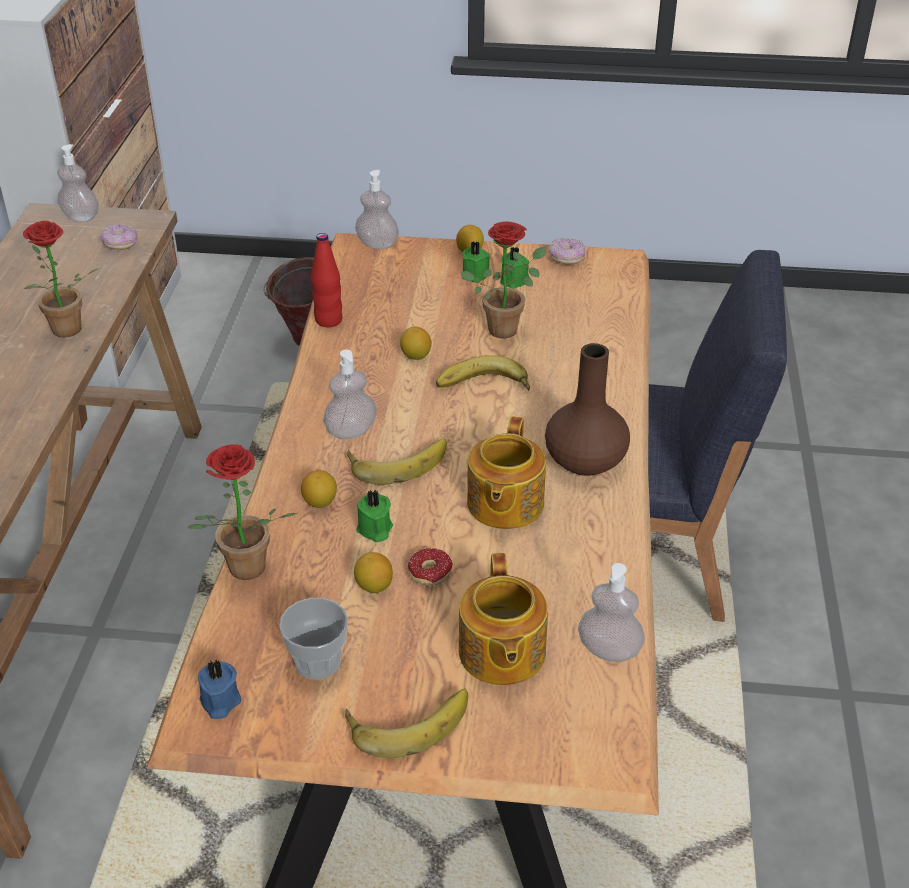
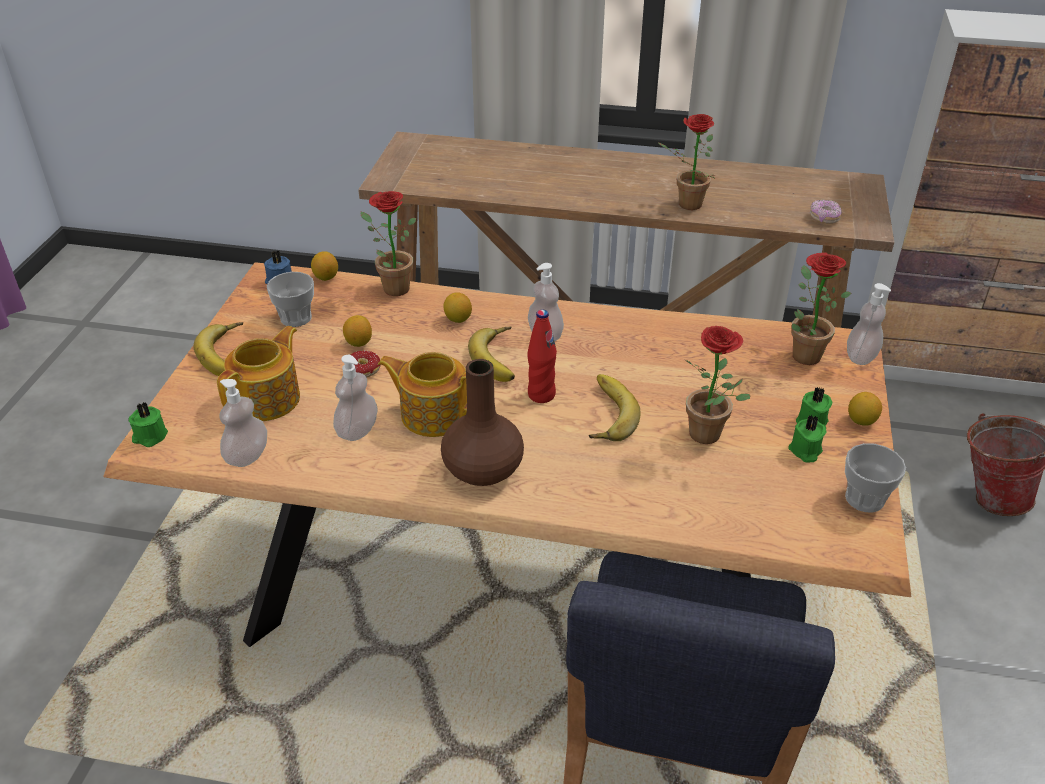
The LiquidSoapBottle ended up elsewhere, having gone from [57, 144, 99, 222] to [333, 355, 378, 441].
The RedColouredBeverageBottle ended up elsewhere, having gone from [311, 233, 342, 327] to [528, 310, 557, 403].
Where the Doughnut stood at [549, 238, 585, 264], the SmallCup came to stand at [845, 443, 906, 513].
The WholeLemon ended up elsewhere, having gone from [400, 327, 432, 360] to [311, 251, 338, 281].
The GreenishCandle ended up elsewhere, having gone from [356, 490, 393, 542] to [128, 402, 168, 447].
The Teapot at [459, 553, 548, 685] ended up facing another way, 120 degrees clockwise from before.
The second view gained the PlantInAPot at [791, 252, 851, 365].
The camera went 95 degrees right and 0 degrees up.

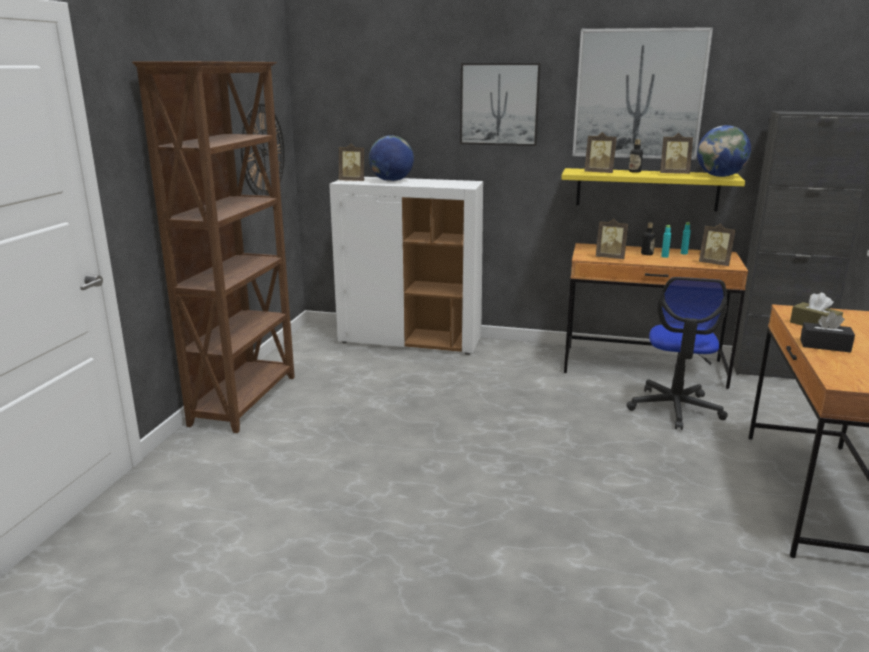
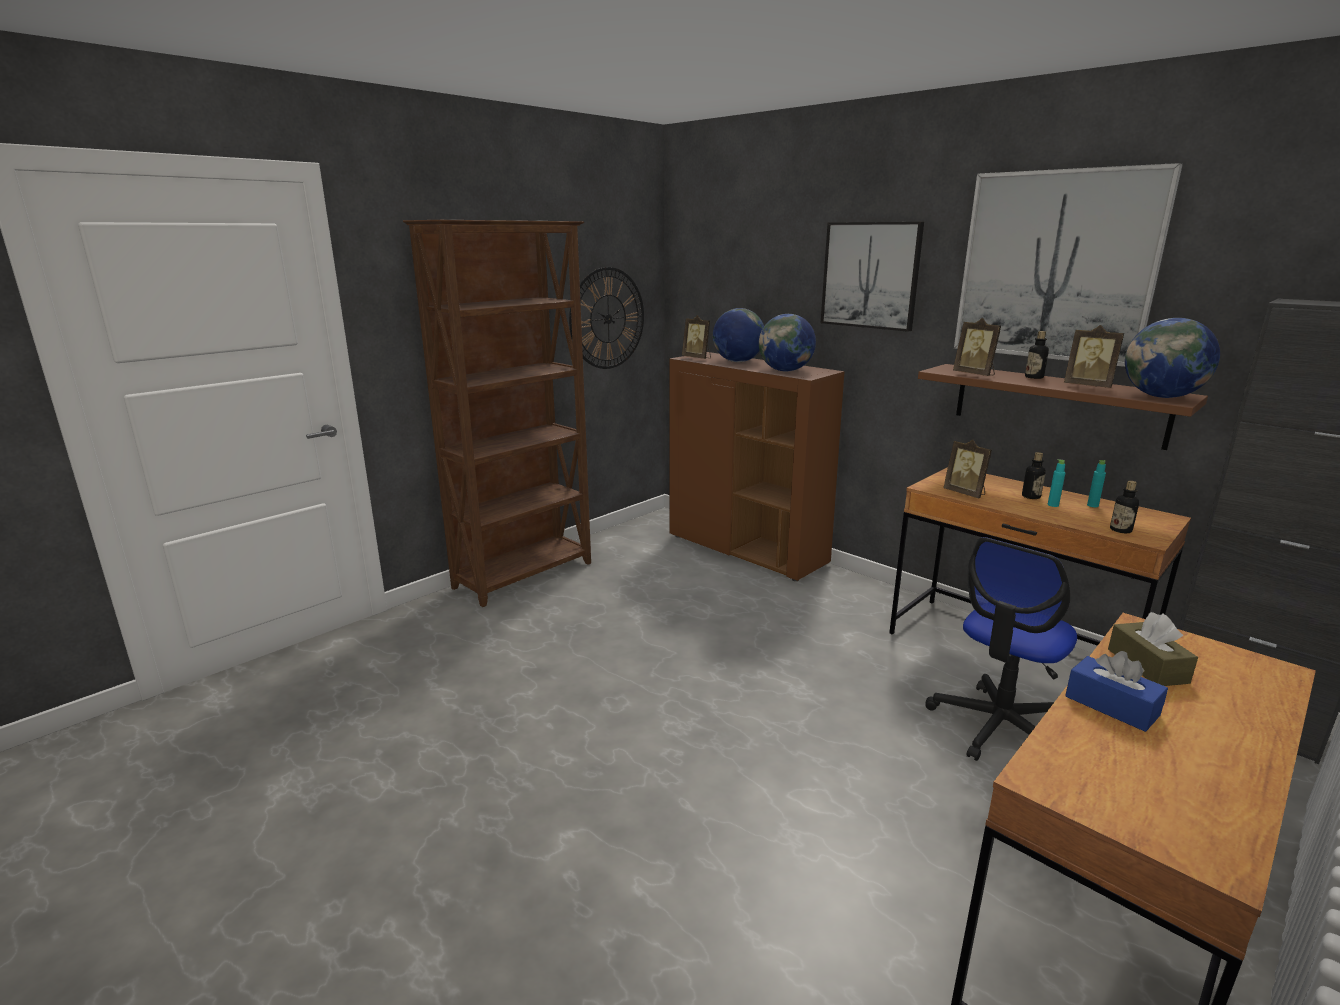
What was the YellowishBracketShelf at [561, 168, 745, 211] turned into the BrownBracketShelf at [918, 364, 1208, 450].
What was the WhiteColouredCabinet at [329, 177, 483, 355] turned into the BrownCabinet at [669, 352, 844, 581].
Where the PhotoFrame stood at [699, 223, 736, 266], the BeverageBottle came to stand at [1110, 481, 1139, 533].
What was the BlackColouredBoxOfTissues at [800, 312, 855, 353] turned into the BlueBoxOfTissues at [1065, 651, 1168, 732].
The second view gained the Globe at [759, 314, 816, 372].
The camera went 30 degrees right and 0 degrees up.

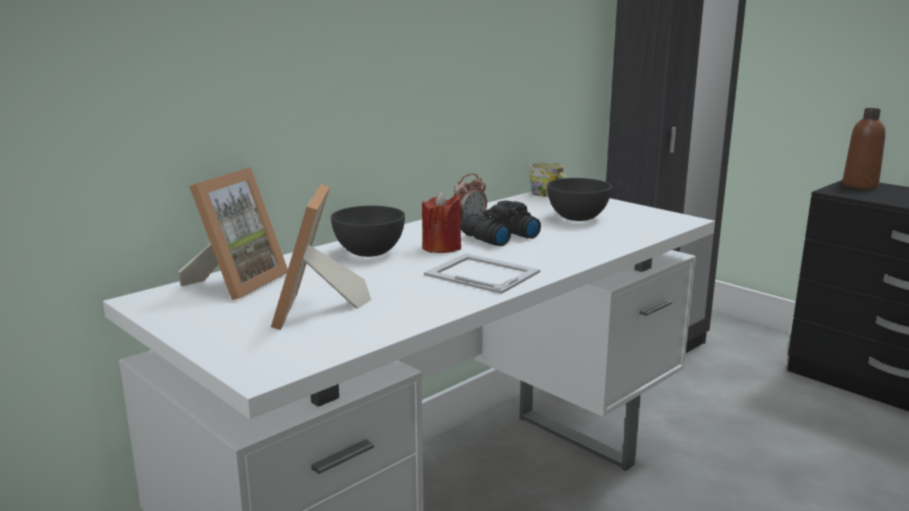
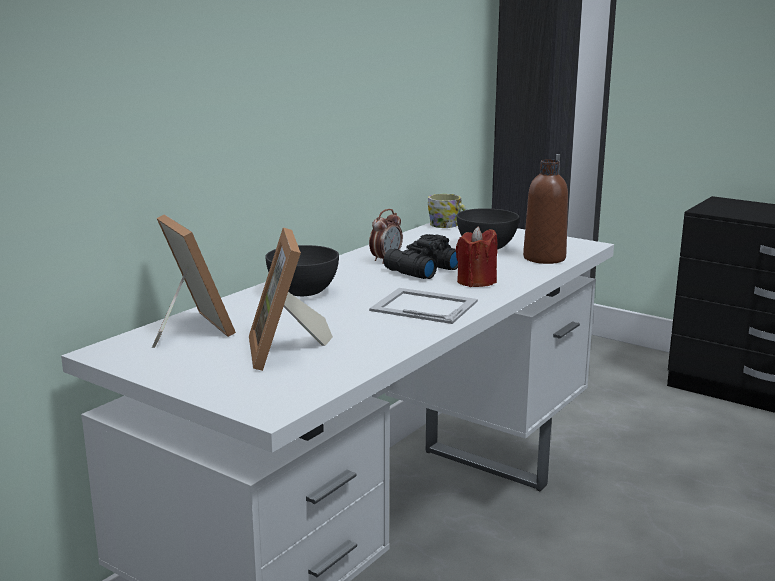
The BrownBeverageBottle ended up elsewhere, having gone from [842, 108, 886, 189] to [523, 159, 568, 264].
The PhotoFrame at [178, 167, 288, 300] ended up facing another way, 45 degrees counterclockwise from before.
The RedColouredCandle ended up elsewhere, having gone from [422, 191, 461, 253] to [456, 227, 497, 287].
The camera went 10 degrees left and 0 degrees up.

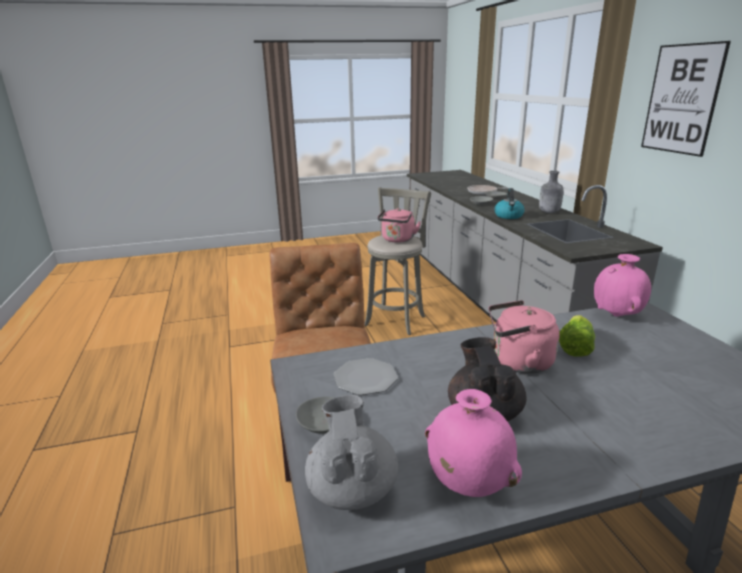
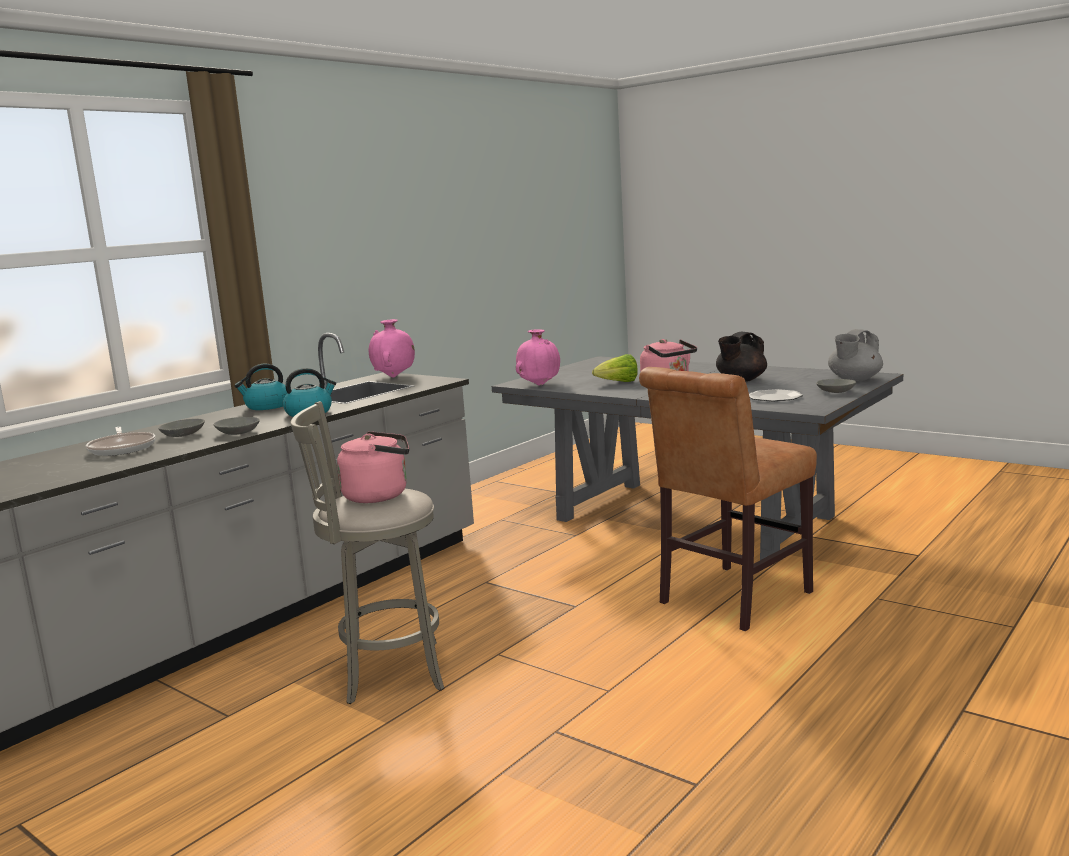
The second view lost the WallPicture at [641, 41, 731, 157].
Where the GreyishBeverageBottle stood at [539, 171, 564, 213], the TeaKettle came to stand at [234, 363, 287, 410].
The PinkColouredDecorativeVase ended up elsewhere, having gone from [425, 389, 522, 497] to [369, 319, 415, 377].
The camera went 125 degrees left and 10 degrees down.

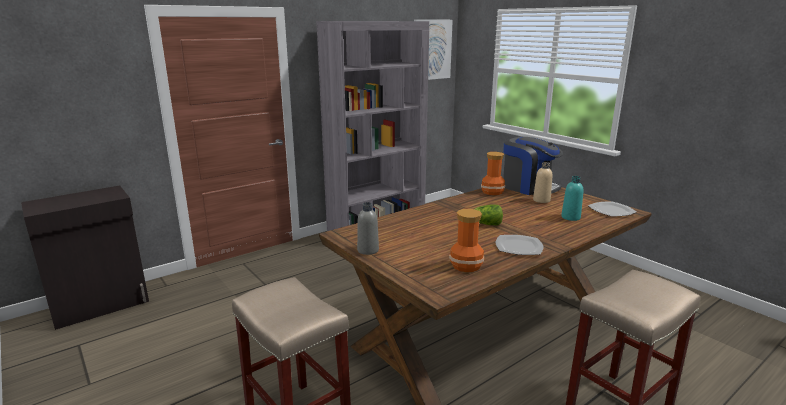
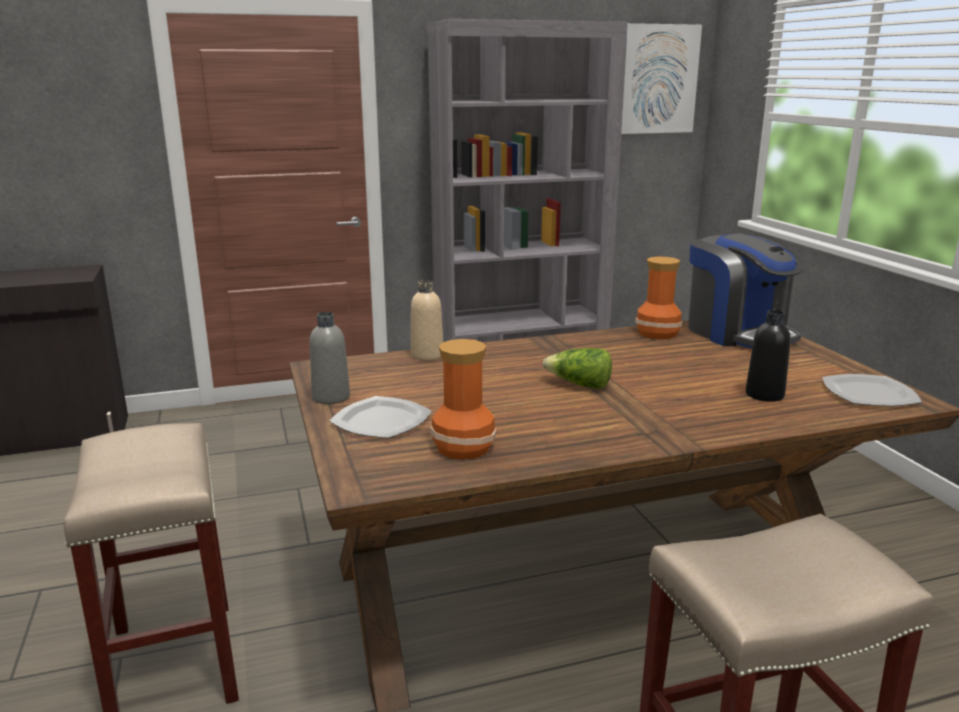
The BeigeColouredBeverageBottle ended up elsewhere, having gone from [533, 162, 552, 203] to [411, 280, 443, 361].
What was the TurquoiseBeverageBottle at [561, 176, 584, 221] turned into the BlackColouredBeverageBottle at [746, 310, 791, 402].
The Plate ended up elsewhere, having gone from [495, 235, 544, 255] to [330, 396, 432, 438].
The camera went 20 degrees right and 0 degrees up.

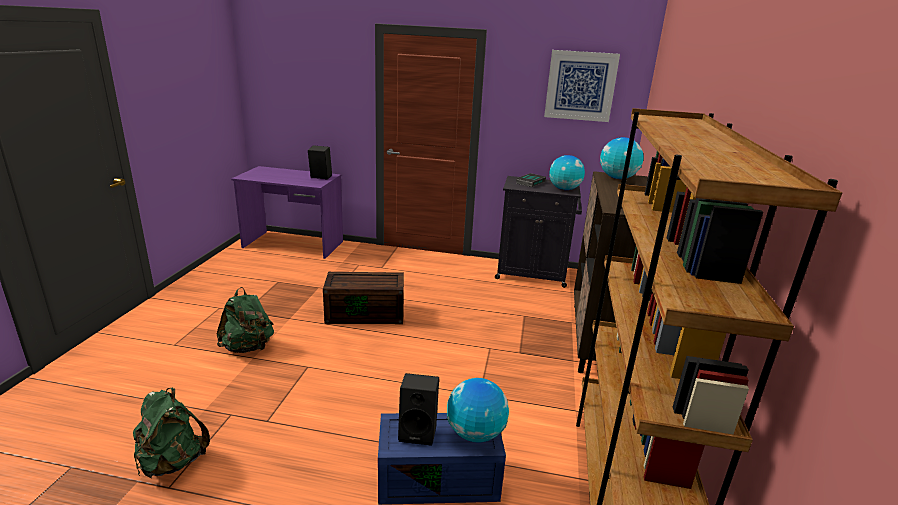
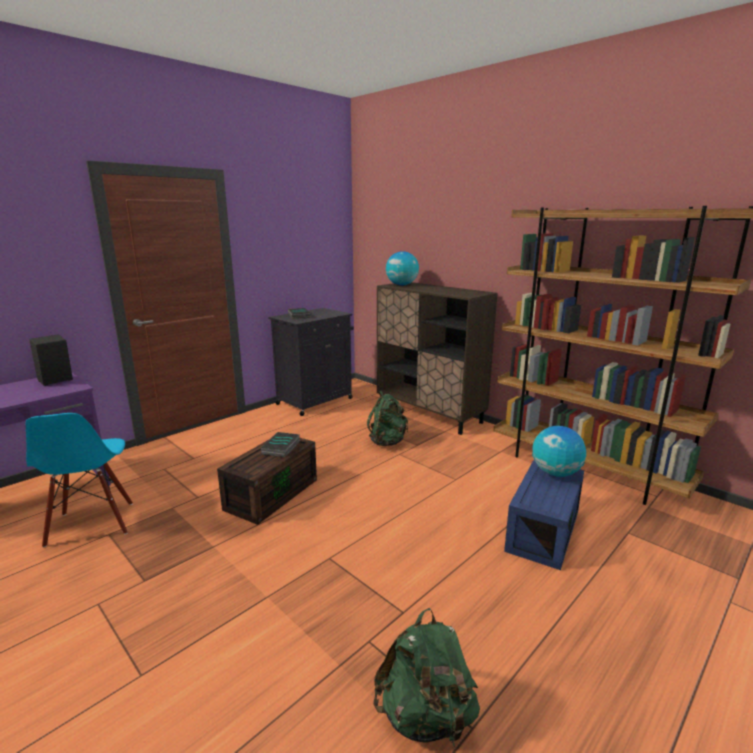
The second view lost the WallPicture at [544, 50, 620, 122].
The second view lost the Globe at [549, 155, 585, 190].
The GreenishRucksack ended up elsewhere, having gone from [217, 287, 274, 353] to [367, 391, 408, 446].
The second view lost the BlackColouredAudioSpeaker at [398, 373, 439, 446].
The second view gained the BluePlainChair at [26, 413, 133, 548].
The second view gained the Book at [261, 432, 300, 457].
The camera went 55 degrees left and 5 degrees down.

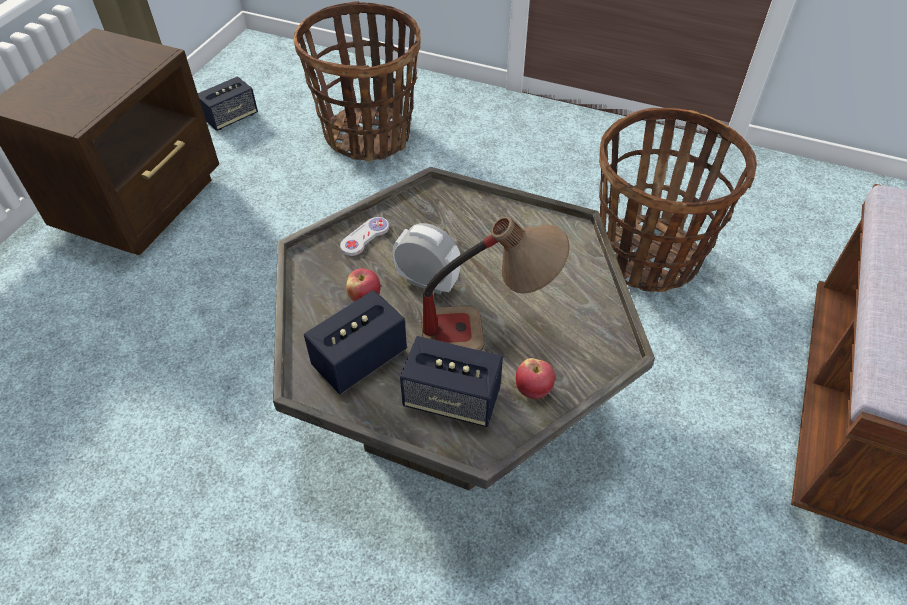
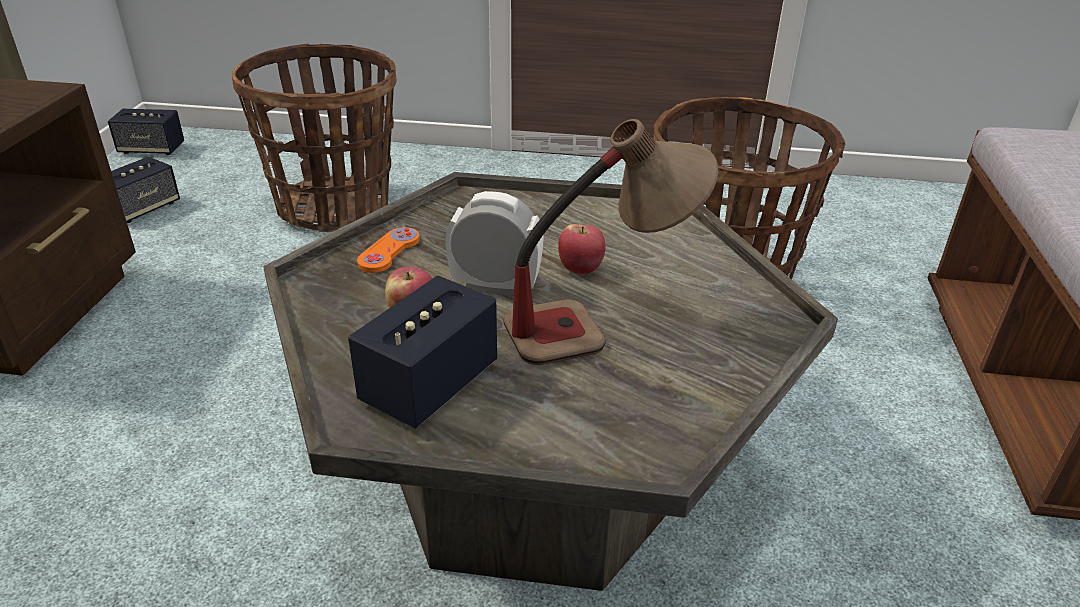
What was the WhiteColouredGamepad at [340, 217, 389, 256] turned into the OrangeyGamepad at [357, 227, 420, 273].
The AudioSpeaker ended up elsewhere, having gone from [400, 336, 503, 427] to [108, 109, 184, 155].
The AppleFruit ended up elsewhere, having gone from [516, 358, 555, 399] to [558, 224, 605, 274].
The camera went 15 degrees left and 15 degrees down.

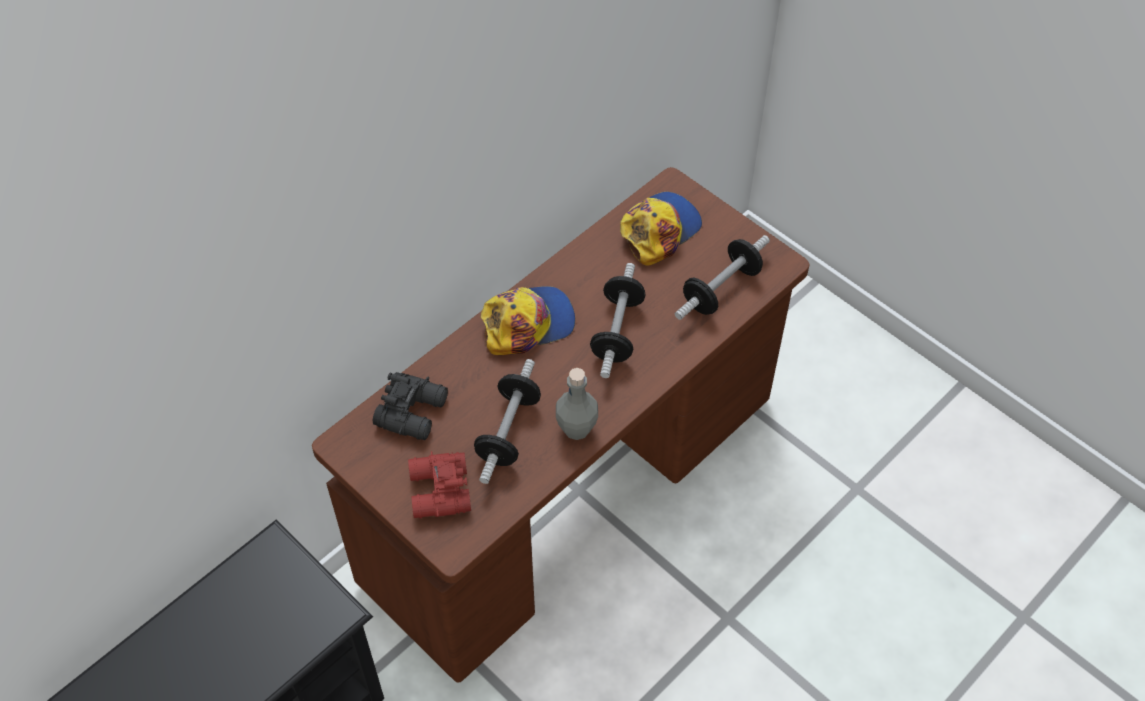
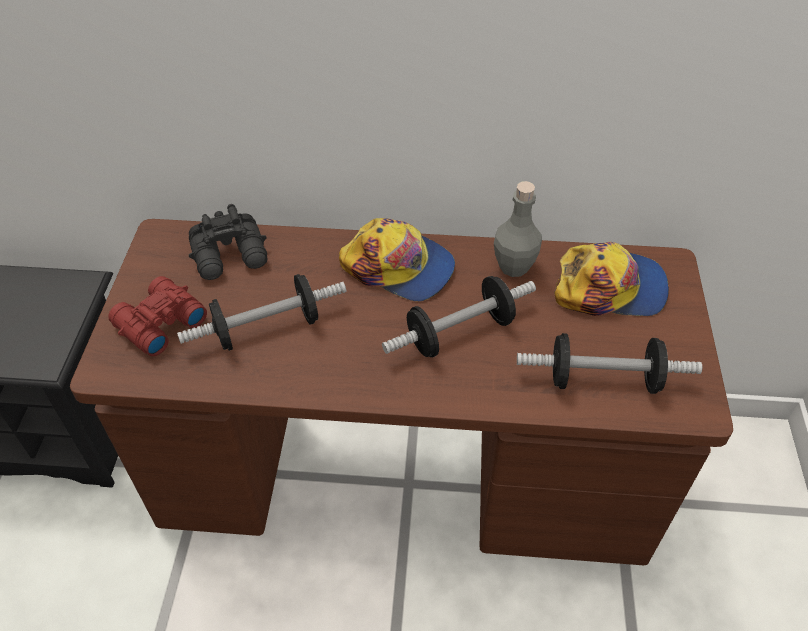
The GreyishBeverageBottle ended up elsewhere, having gone from [556, 368, 598, 440] to [494, 181, 542, 277].
The camera went 50 degrees right and 5 degrees down.

